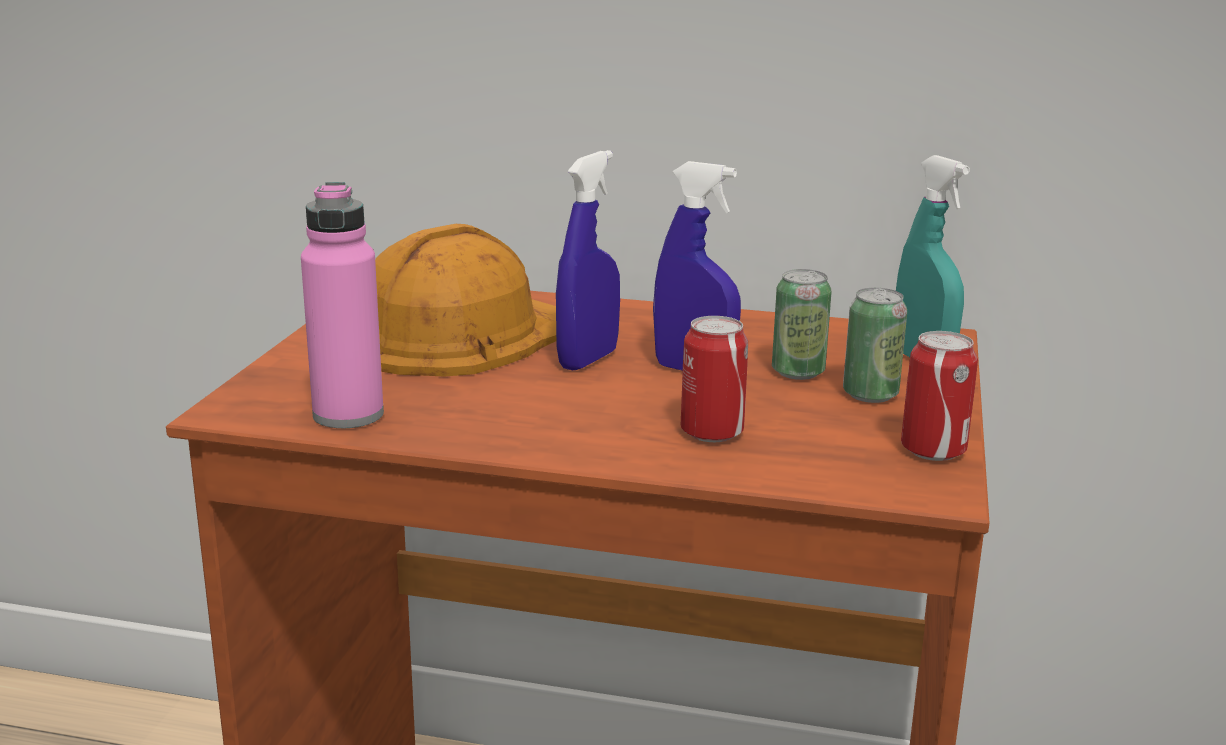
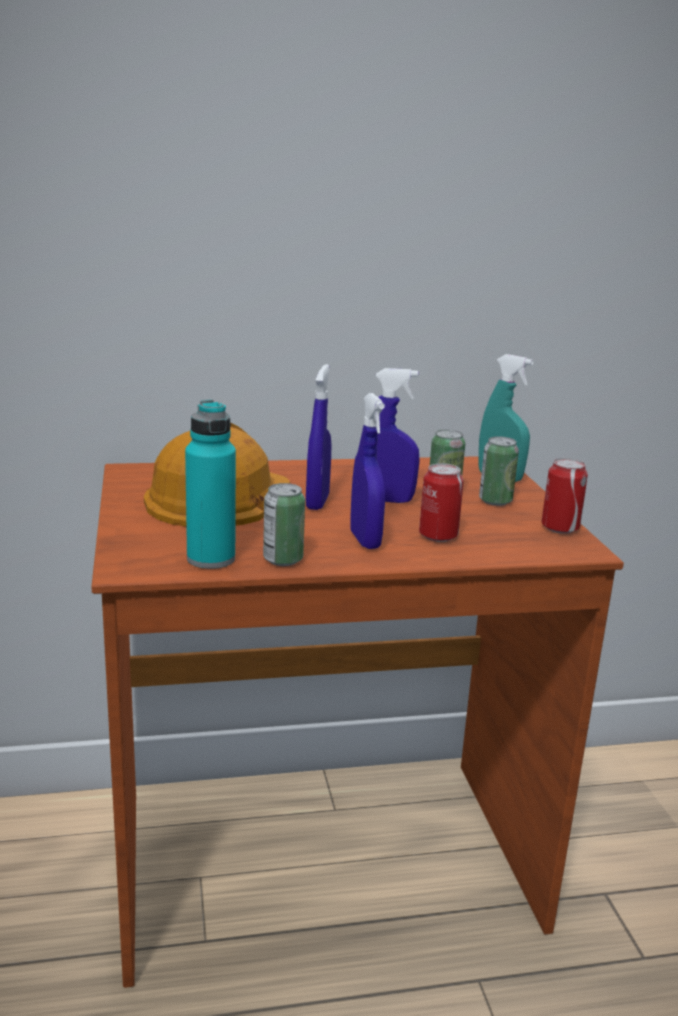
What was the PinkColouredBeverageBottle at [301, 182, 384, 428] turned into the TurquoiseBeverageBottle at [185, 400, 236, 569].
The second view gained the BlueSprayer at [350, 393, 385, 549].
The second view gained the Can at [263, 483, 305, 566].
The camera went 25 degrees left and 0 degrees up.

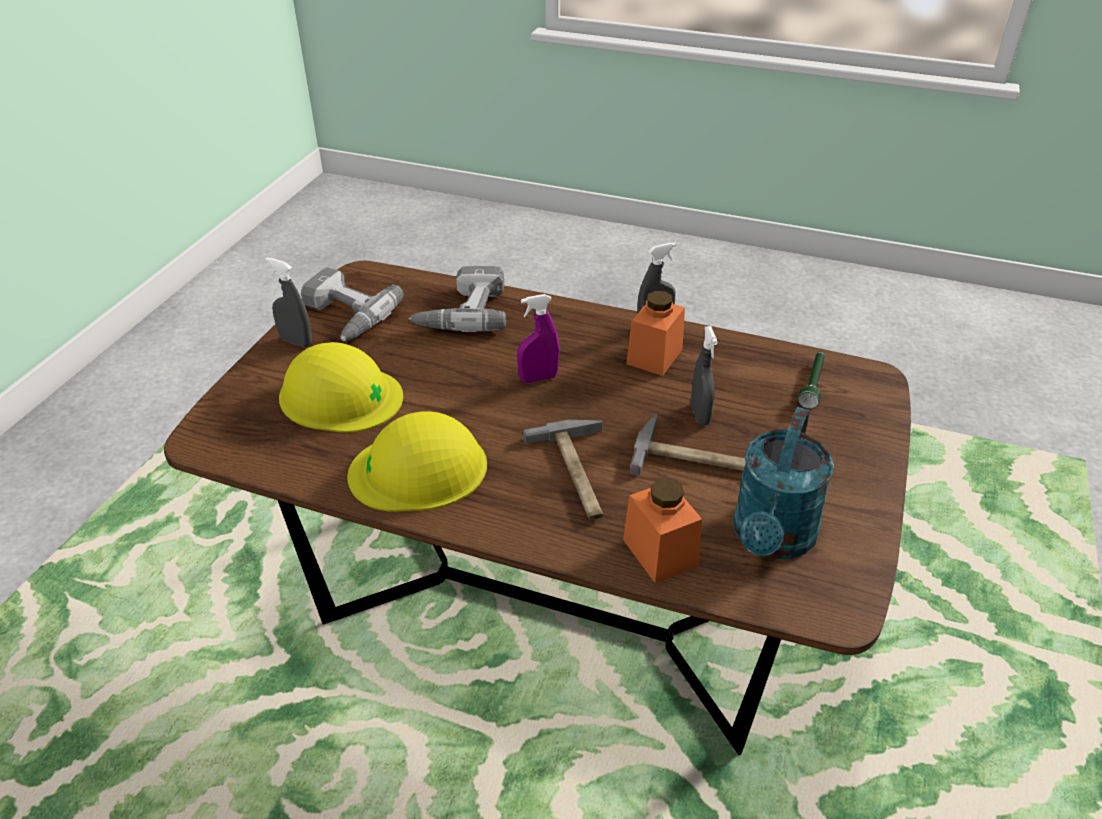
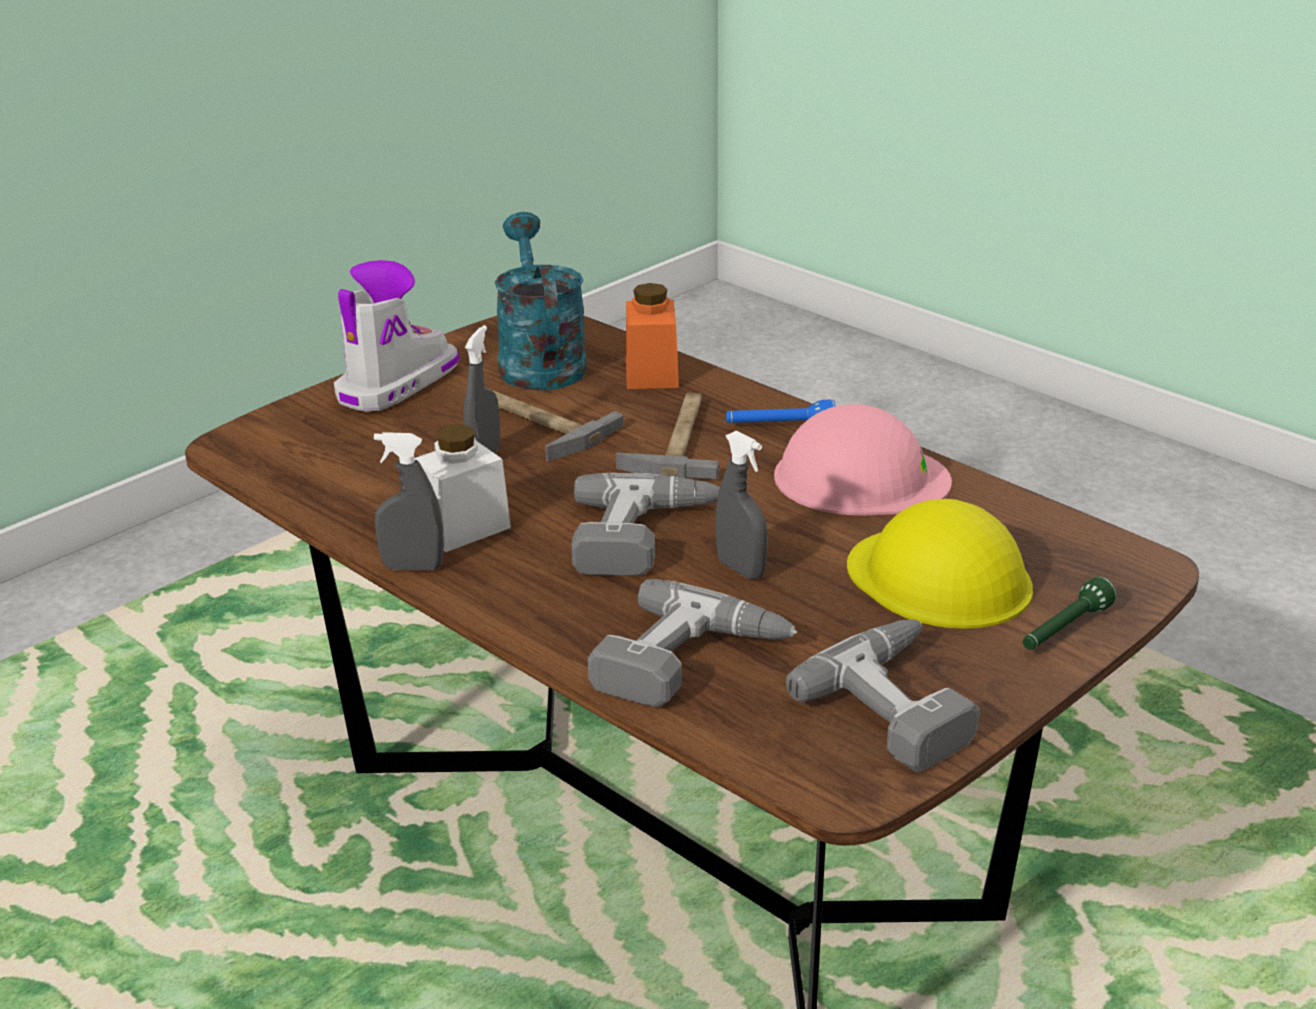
The GreyishSprayer ended up elsewhere, having gone from [265, 257, 312, 347] to [716, 430, 768, 579].
What was the OrangeyJar at [626, 291, 685, 376] turned into the WhiteColouredJar at [415, 424, 511, 552].
Where the PurplishSprayer stood at [517, 294, 560, 383], the Drill came to stand at [571, 473, 720, 576].
The GreenishTorch ended up elsewhere, having gone from [798, 351, 825, 409] to [1023, 577, 1117, 650].
The TurquoiseSprinklingCan at [733, 407, 834, 559] ended up facing another way, 60 degrees counterclockwise from before.
What was the YellowishWorkHelmet at [347, 411, 487, 512] turned into the PinkColouredWorkHelmet at [774, 404, 952, 515].
The second view gained the Boot at [334, 260, 460, 412].
The second view gained the BlueTorch at [726, 400, 836, 423].
The camera went 155 degrees left and 10 degrees down.

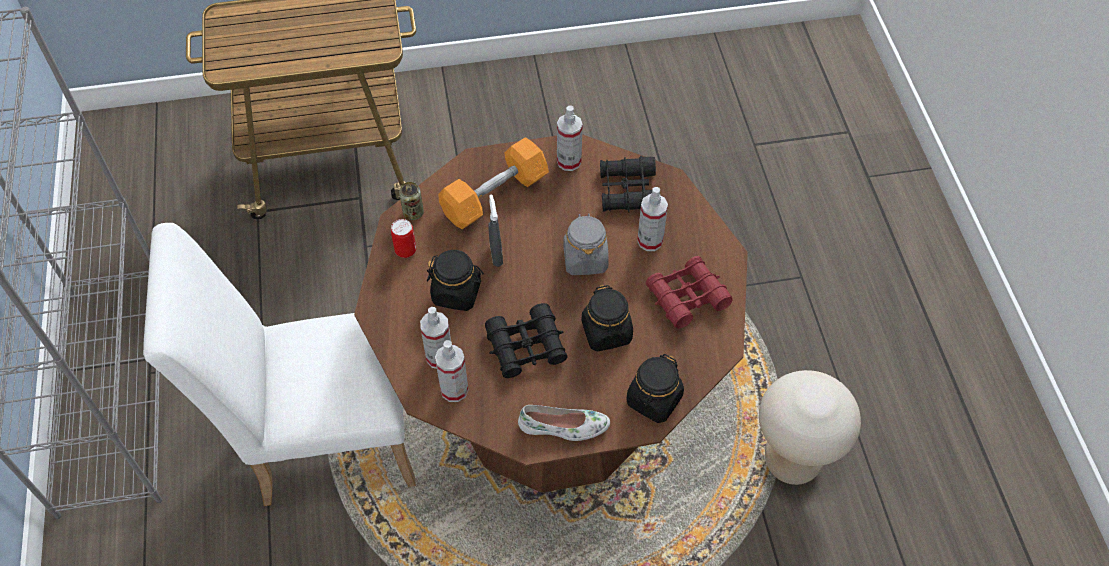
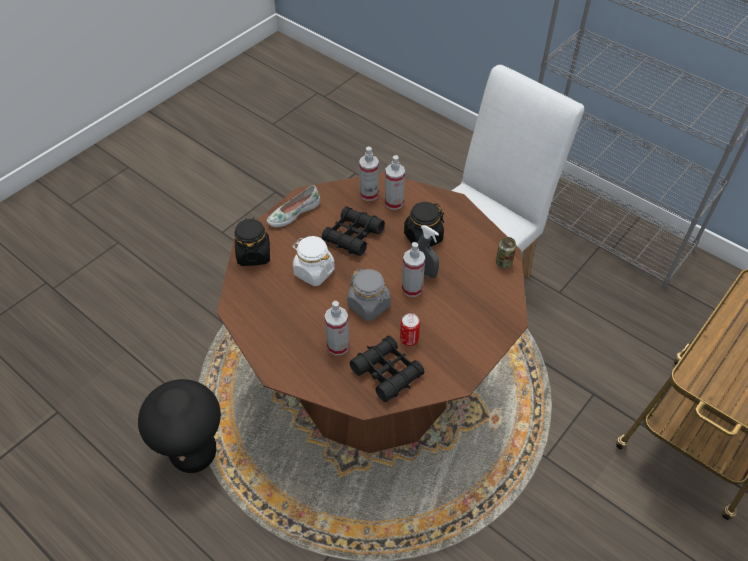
The Sprayer ended up elsewhere, having gone from [557, 105, 583, 171] to [402, 242, 425, 297].
The second view lost the OrangeyFreeWeight at [438, 137, 549, 229].
The Can ended up elsewhere, having gone from [391, 219, 416, 258] to [400, 313, 420, 346].
The second view lost the RedColouredFieldGlasses at [646, 256, 733, 329].
What was the BlackColouredJar at [581, 285, 633, 351] turned into the WhiteColouredJar at [292, 236, 335, 286].
What was the BeigeColouredStool at [759, 370, 861, 485] turned into the BlackColouredStool at [138, 379, 221, 473].
The camera went 140 degrees right and 5 degrees down.

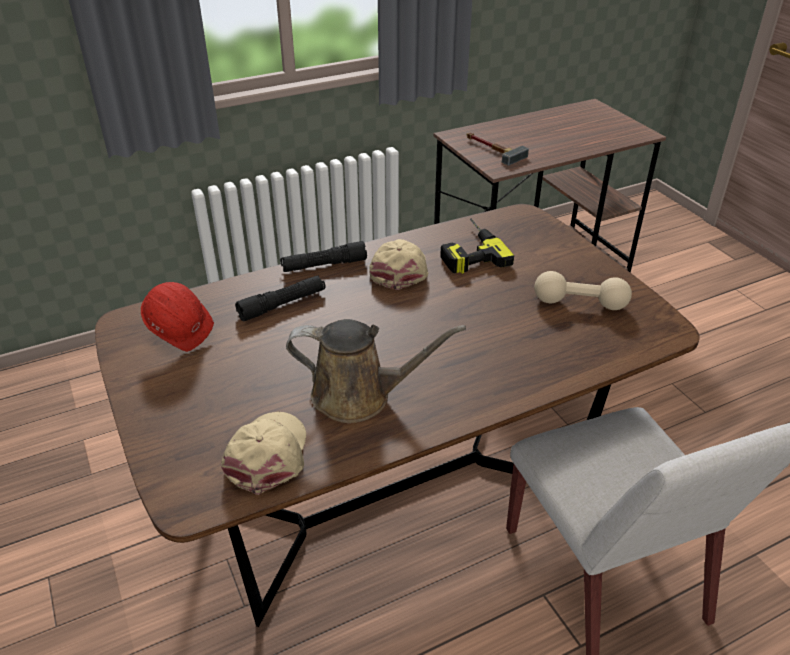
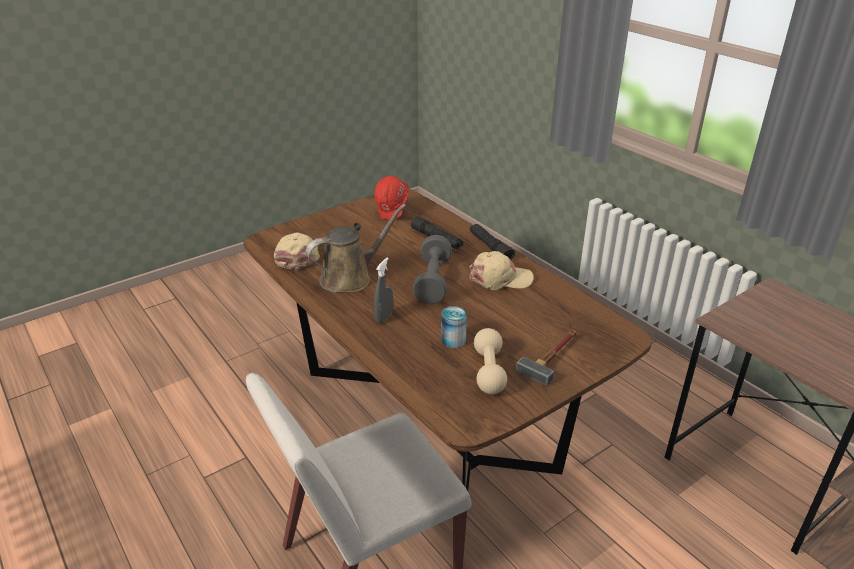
The ToolHammer ended up elsewhere, having gone from [466, 132, 529, 166] to [516, 330, 576, 385].
The second view lost the Drill at [440, 219, 514, 274].
The BrownSprinklingCan at [286, 319, 466, 423] ended up facing another way, 120 degrees counterclockwise from before.
The BeigeColouredCap at [221, 411, 306, 495] ended up facing another way, 90 degrees counterclockwise from before.
The second view gained the GreyishFreeWeight at [413, 235, 452, 304].
The second view gained the GreyishSprayer at [374, 258, 393, 324].
The second view gained the Can at [441, 306, 467, 348].
The camera went 80 degrees right and 5 degrees down.

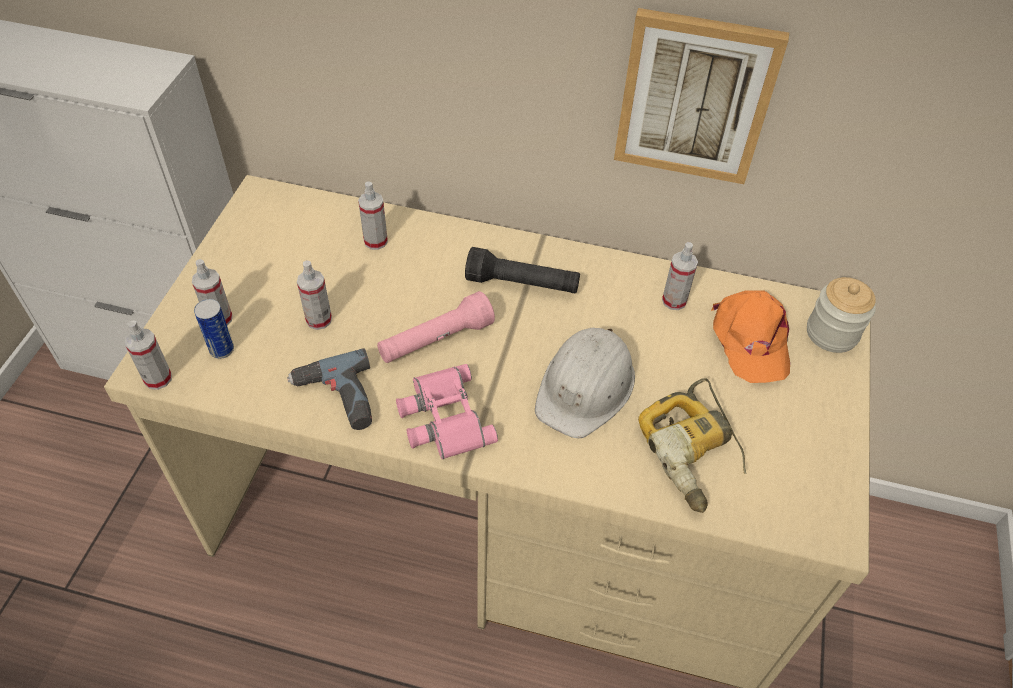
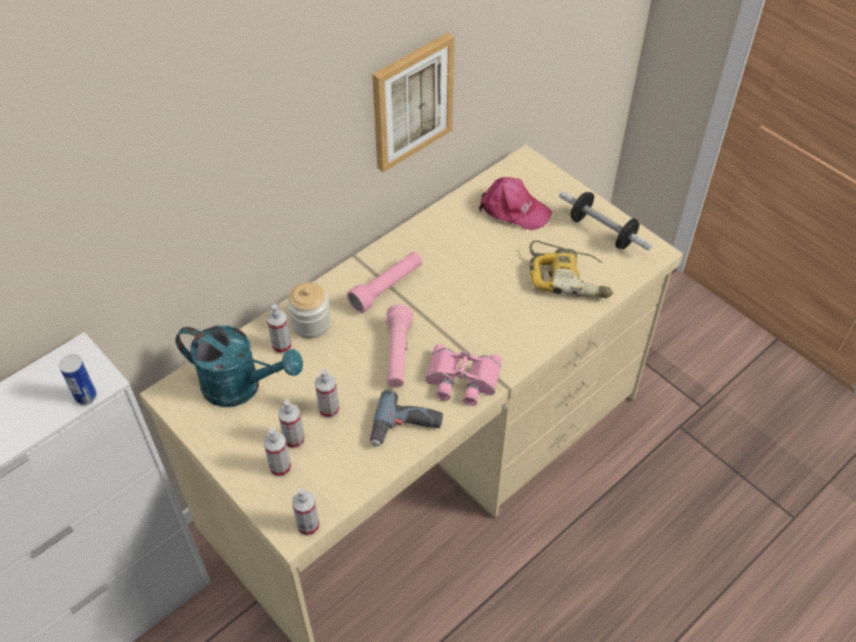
The Sprayer ended up elsewhere, having gone from [662, 242, 698, 310] to [278, 399, 305, 448].
What was the BlackColouredTorch at [465, 247, 580, 293] turned into the PinkColouredTorch at [347, 252, 422, 313].
The Jar ended up elsewhere, having gone from [807, 277, 876, 353] to [287, 282, 331, 338].
What was the OrangeyCap at [711, 290, 790, 383] turned into the PinkColouredCap at [479, 177, 552, 231].
The Can ended up elsewhere, having gone from [194, 299, 234, 359] to [59, 355, 97, 405].
The second view lost the WhiteColouredWorkHelmet at [535, 328, 635, 438].
The second view gained the FreeWeight at [559, 191, 652, 251].
The second view gained the TurquoiseSprinklingCan at [175, 325, 303, 407].
The camera went 55 degrees left and 0 degrees up.

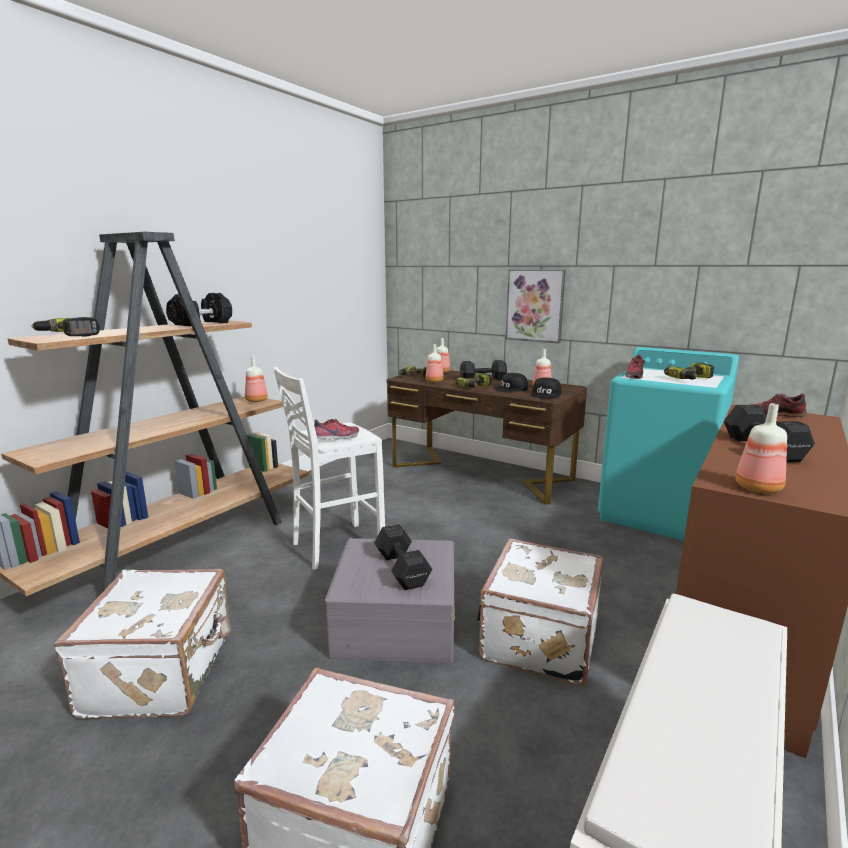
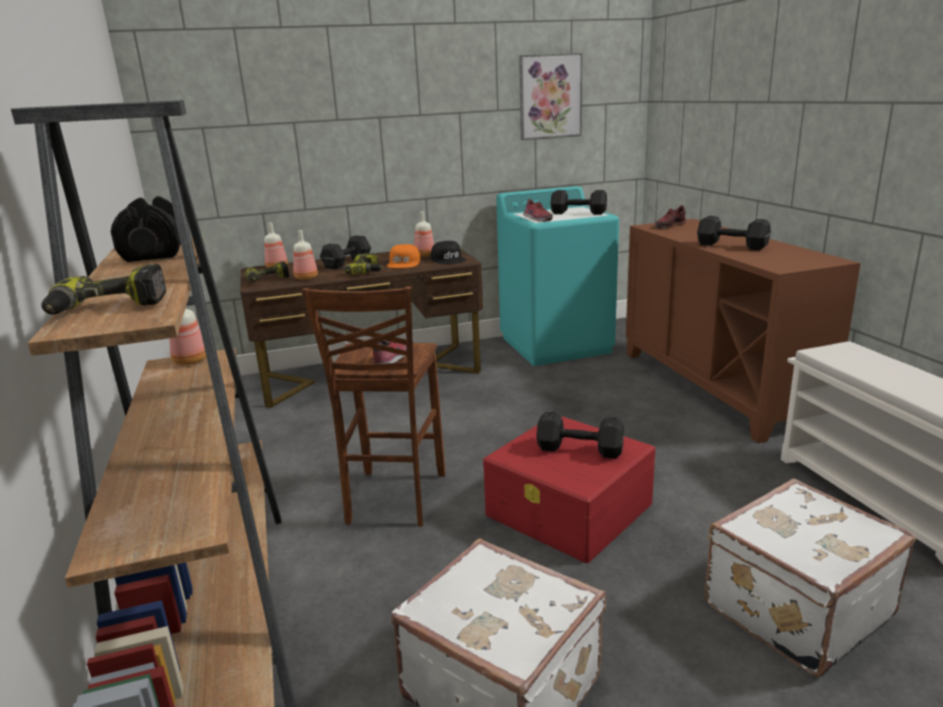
The WallPicture ended up elsewhere, having gone from [506, 269, 566, 343] to [519, 53, 582, 140].
Where the Drill stood at [664, 363, 714, 379], the BlackColouredFreeWeight came to stand at [550, 190, 607, 215].
What was the WhiteColouredStool at [273, 366, 385, 570] turned into the BrownStool at [302, 286, 445, 527].
What was the BlackColouredCap at [494, 373, 528, 392] turned into the OrangeyCap at [387, 244, 420, 268].
The second view lost the BeverageBottle at [735, 403, 787, 493].
What was the GreyishStorageContainer at [325, 538, 455, 663] turned into the RedColouredStorageContainer at [483, 416, 655, 563].
The second view lost the WhiteColouredTravelCase at [477, 538, 603, 685].
The camera went 50 degrees left and 5 degrees up.

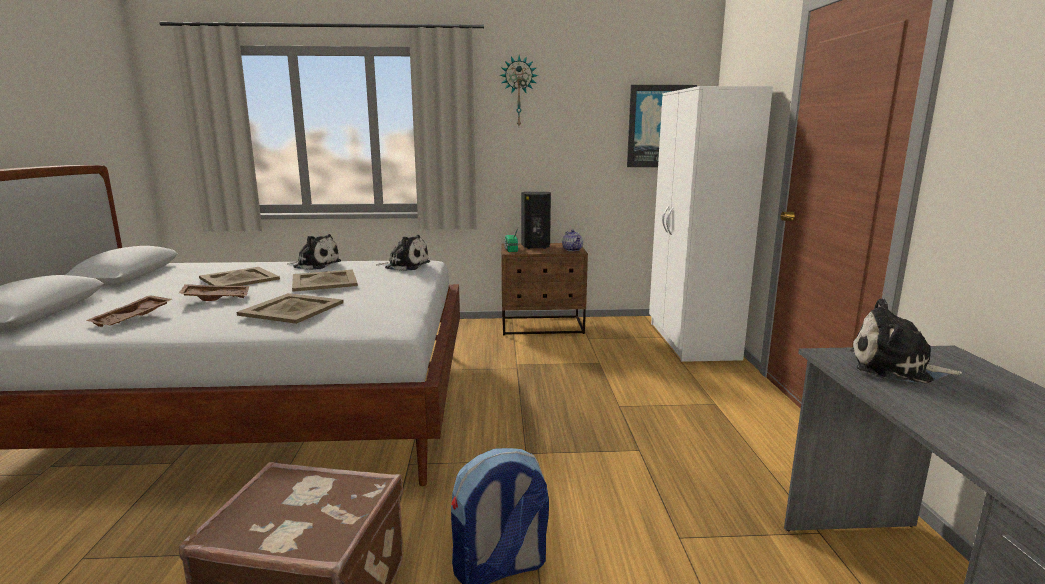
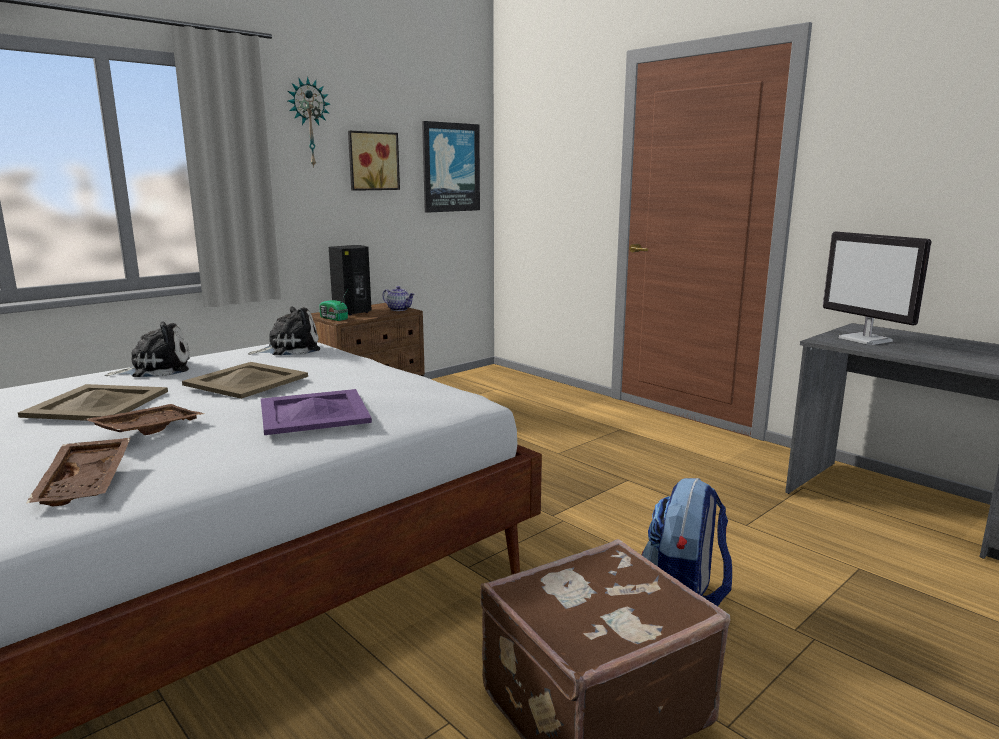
The second view lost the WhiteColouredWardrobe at [649, 86, 773, 362].
What was the BeigeColouredServingTray at [237, 293, 344, 324] turned into the PurplishServingTray at [261, 389, 372, 435].
Where the CuddlyToy stood at [850, 298, 962, 383], the ComputerScreen came to stand at [823, 232, 932, 345].
The second view gained the WallPicture at [348, 131, 400, 191].
The camera went 40 degrees left and 0 degrees up.

